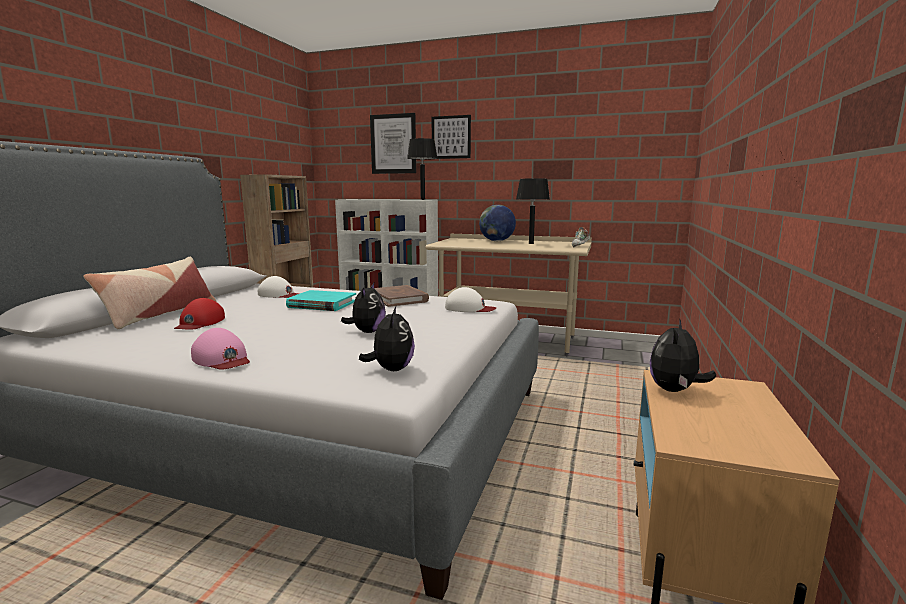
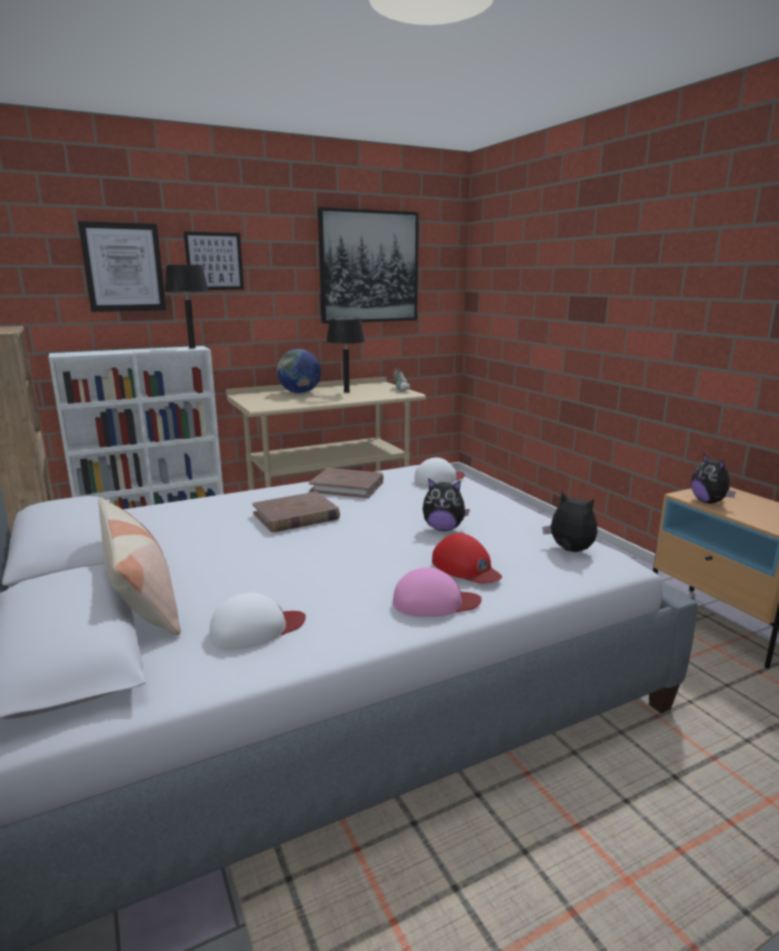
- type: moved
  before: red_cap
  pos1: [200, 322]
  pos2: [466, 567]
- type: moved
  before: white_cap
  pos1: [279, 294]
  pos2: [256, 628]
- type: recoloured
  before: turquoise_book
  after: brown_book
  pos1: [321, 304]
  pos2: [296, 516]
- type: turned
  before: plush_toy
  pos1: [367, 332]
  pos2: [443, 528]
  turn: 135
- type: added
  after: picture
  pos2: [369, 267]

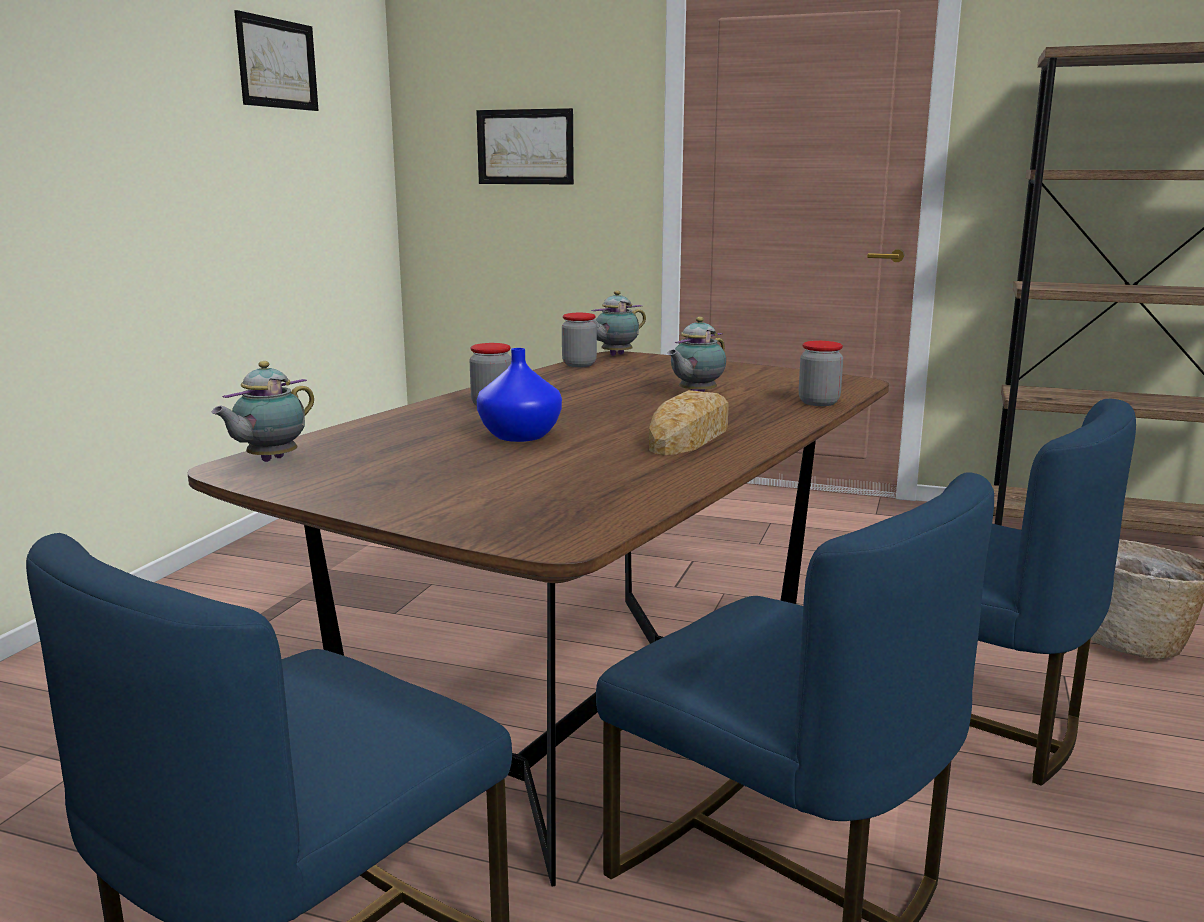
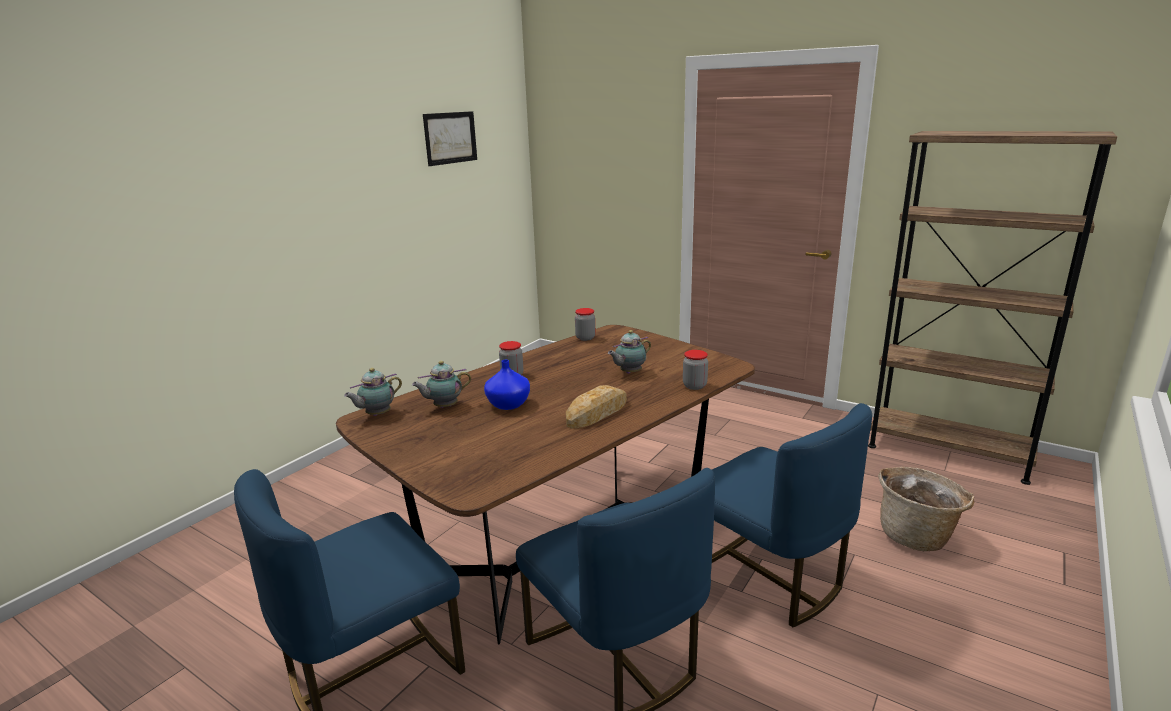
- type: removed
  before: picture
  pos1: [525, 147]
- type: moved
  before: teapot
  pos1: [614, 355]
  pos2: [444, 407]

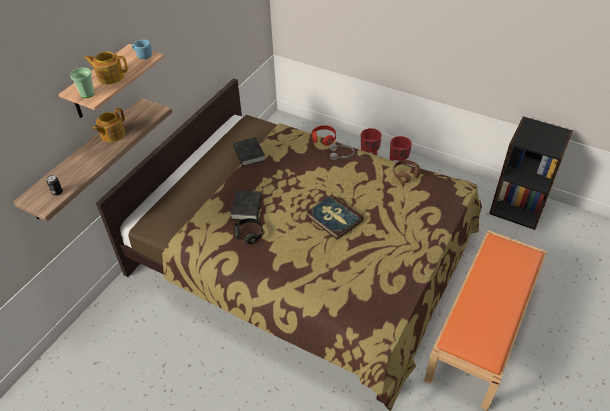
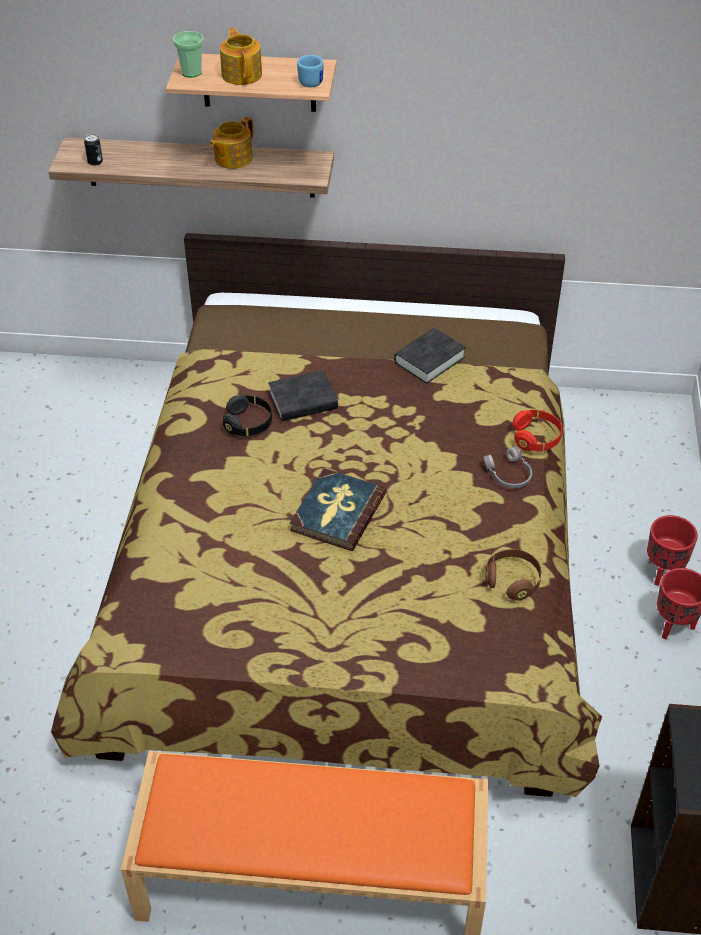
- type: turned
  before: teapot
  pos1: [112, 134]
  pos2: [232, 158]
  turn: -60

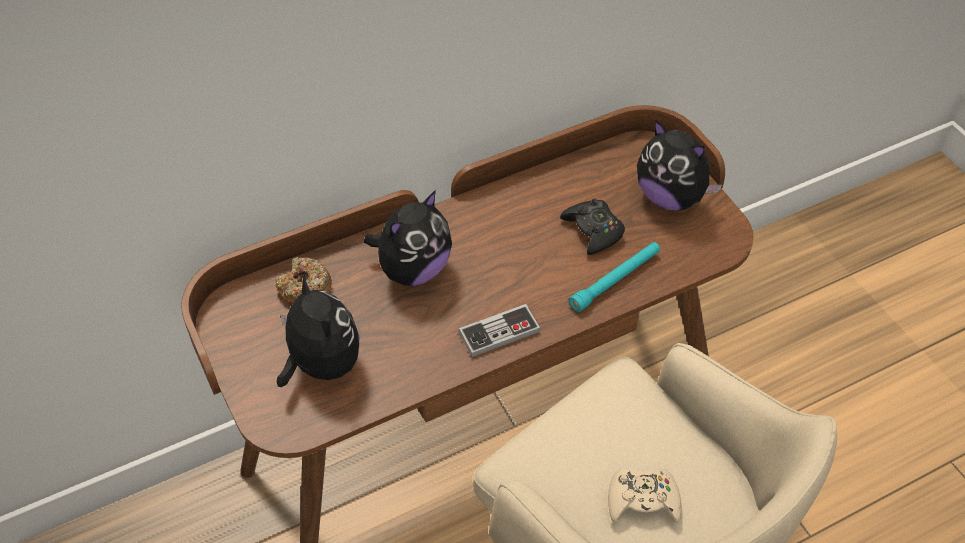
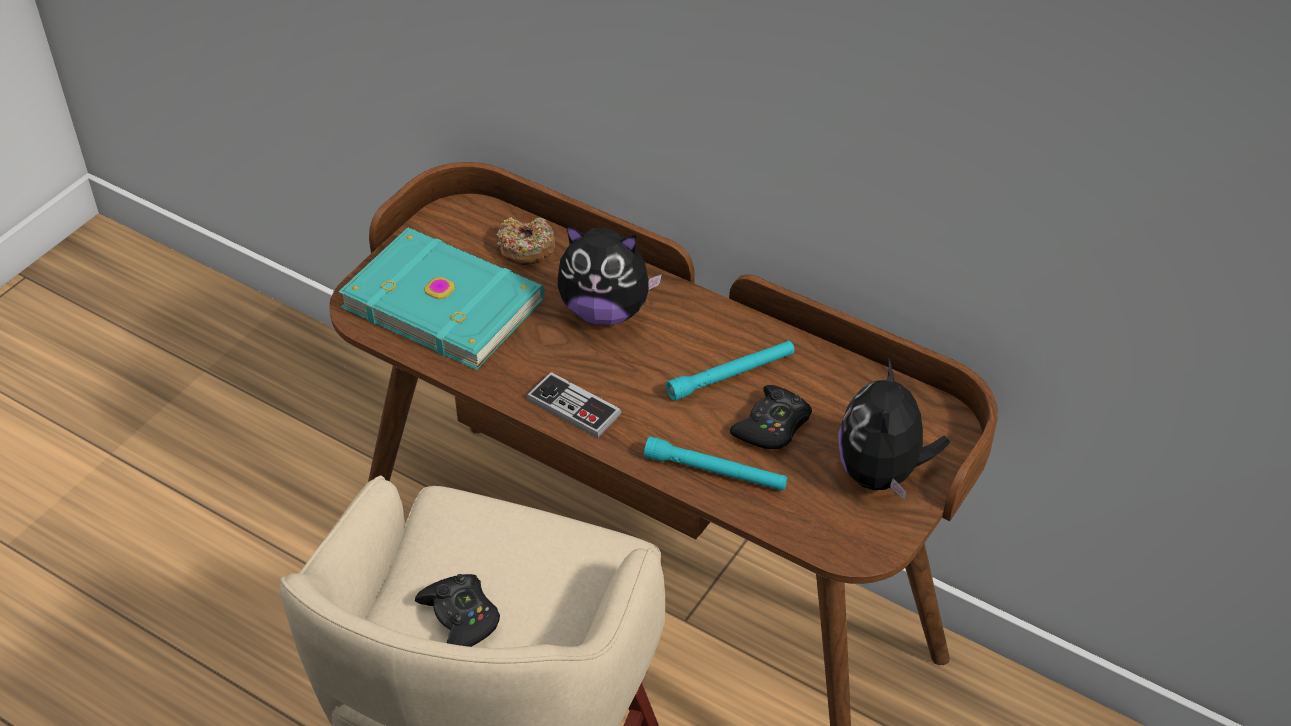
- type: replaced
  before: plush_toy
  after: turquoise_book
  pos1: [321, 365]
  pos2: [444, 301]
- type: recoloured
  before: beige_game_controller
  after: black_game_controller
  pos1: [642, 500]
  pos2: [460, 618]
- type: added
  after: turquoise_flashlight
  pos2: [731, 376]

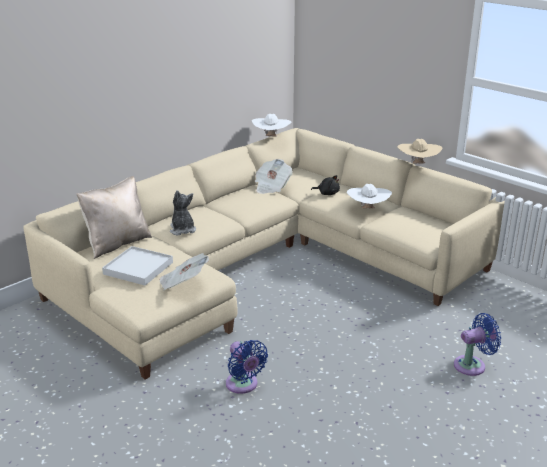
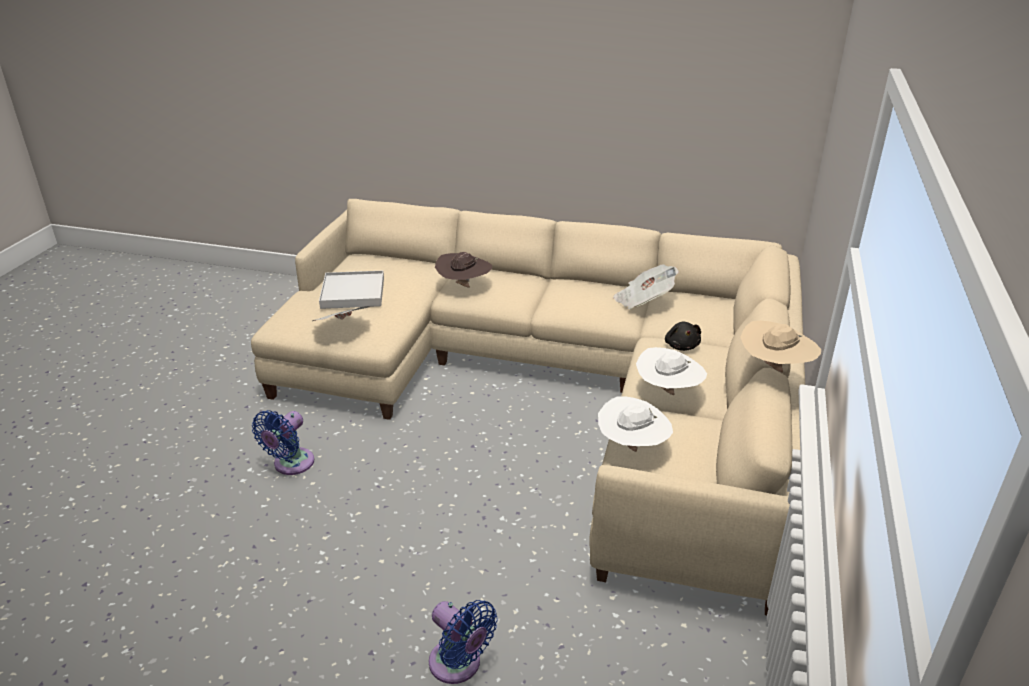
- type: removed
  before: beige_pillow
  pos1: [117, 243]
- type: replaced
  before: plush_toy
  after: brown_hat
  pos1: [182, 230]
  pos2: [464, 287]
- type: moved
  before: white_hat
  pos1: [271, 137]
  pos2: [632, 447]

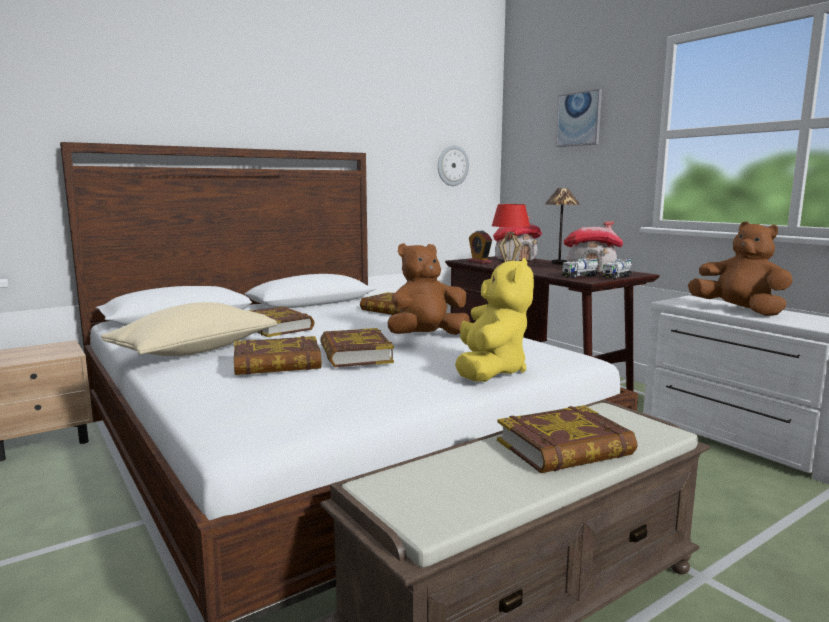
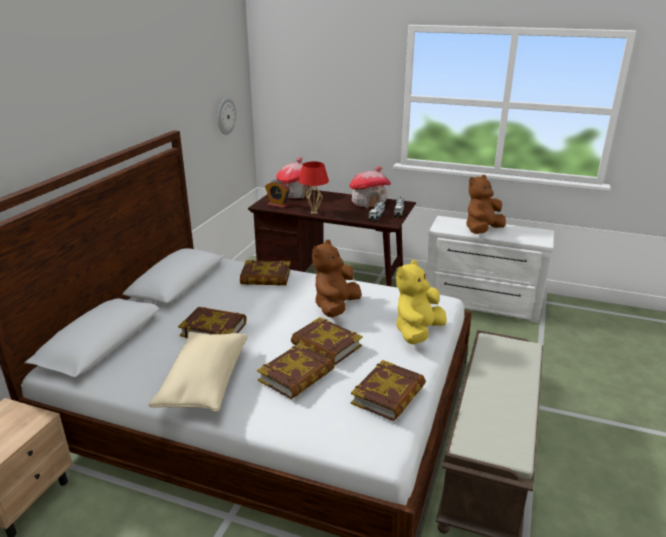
- type: turned
  before: yellow_plush_toy
  pos1: [490, 371]
  pos2: [417, 332]
  turn: -120
- type: moved
  before: book
  pos1: [565, 448]
  pos2: [389, 395]
- type: removed
  before: table_lamp
  pos1: [559, 263]
- type: removed
  before: picture
  pos1: [579, 119]
- type: turned
  before: brown_plush_toy
  pos1: [739, 311]
  pos2: [482, 231]
  turn: -60

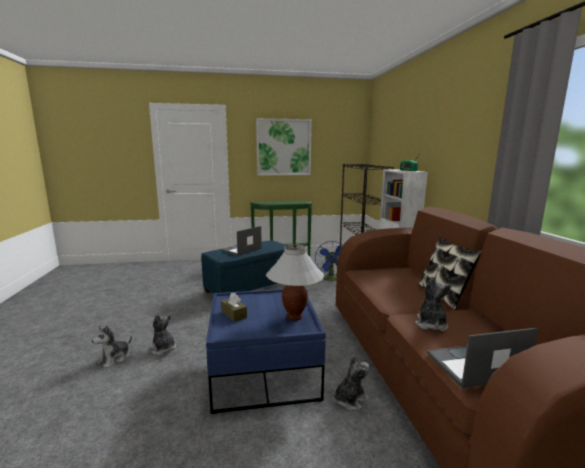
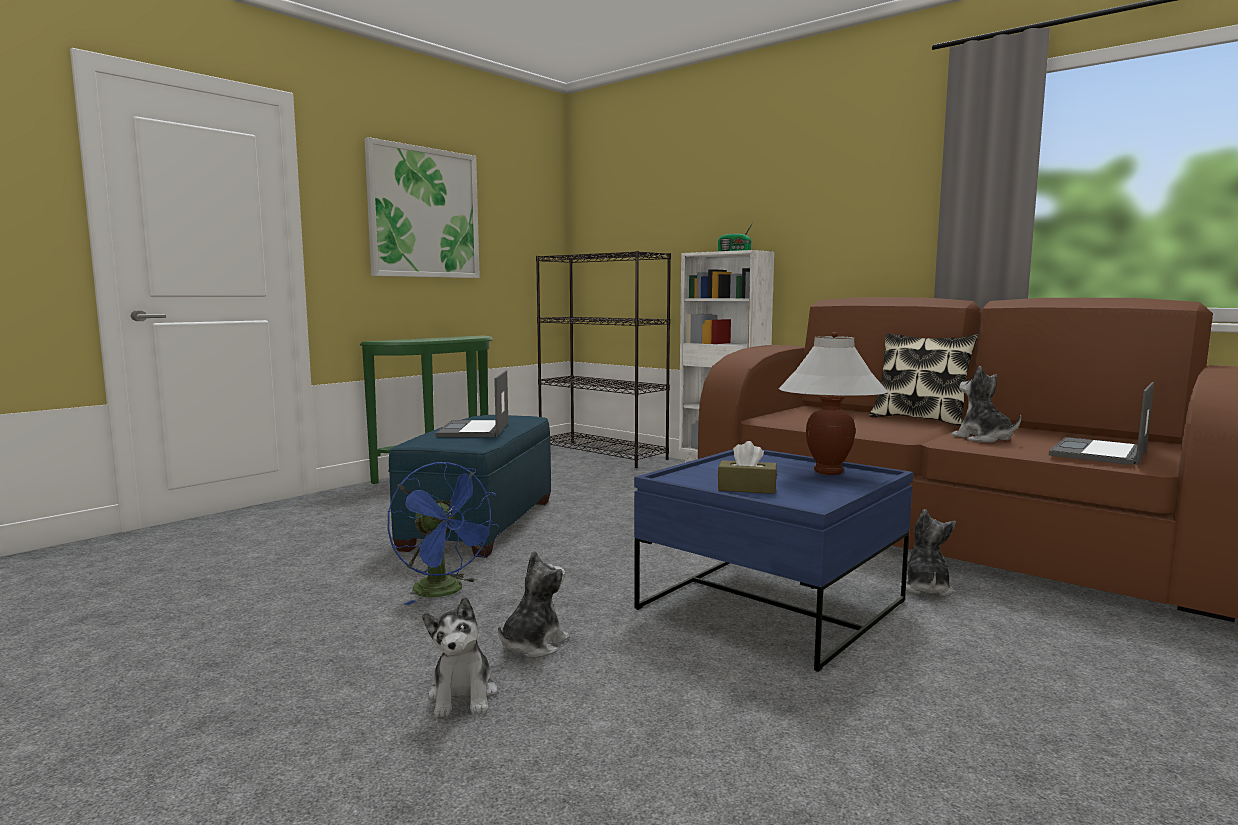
- type: turned
  before: plush_toy
  pos1: [163, 348]
  pos2: [533, 645]
  turn: 120
- type: moved
  before: blue_fan
  pos1: [331, 280]
  pos2: [445, 592]

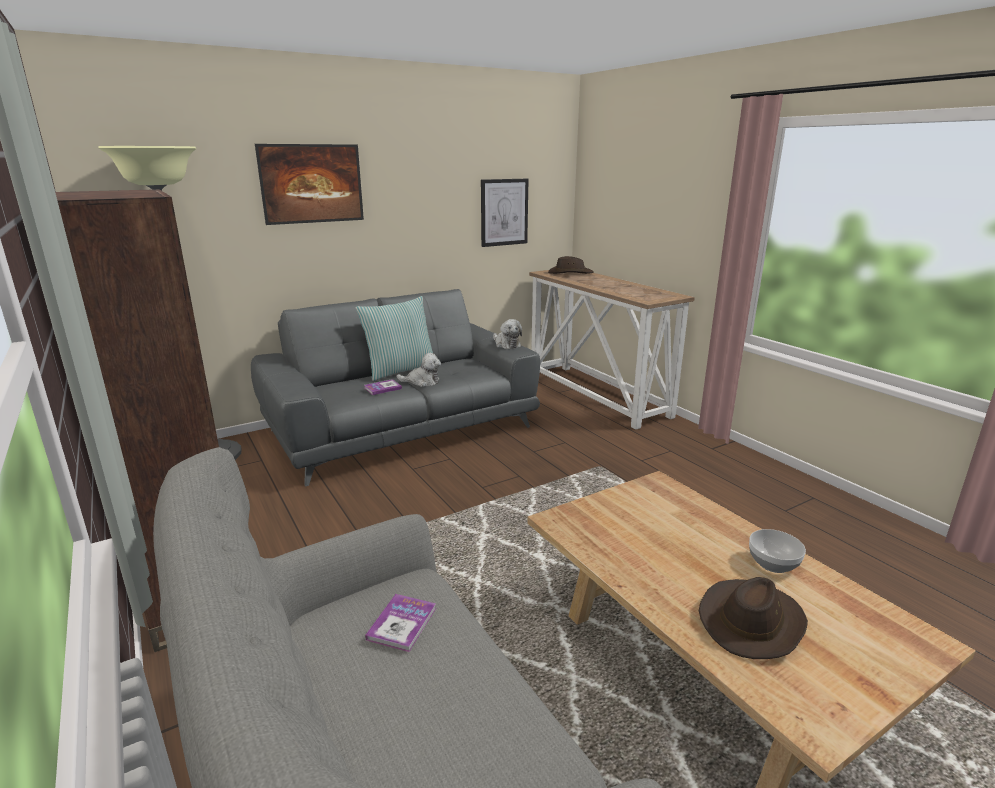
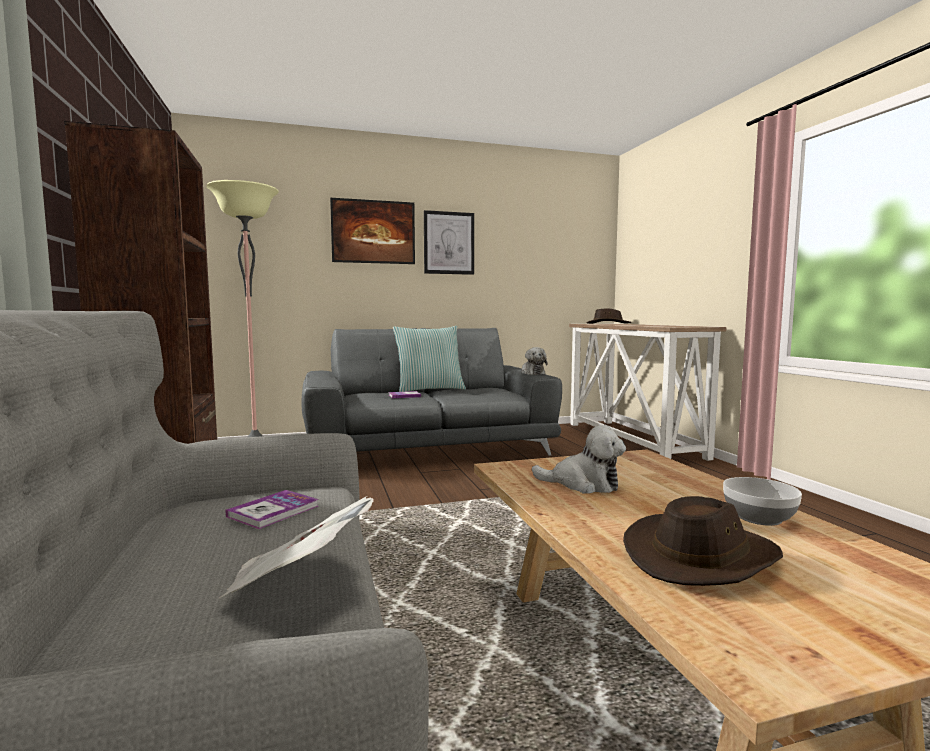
- type: moved
  before: plush_toy
  pos1: [422, 381]
  pos2: [583, 484]
- type: moved
  before: picture
  pos1: [504, 212]
  pos2: [449, 243]
- type: added
  after: newspaper
  pos2: [298, 582]

